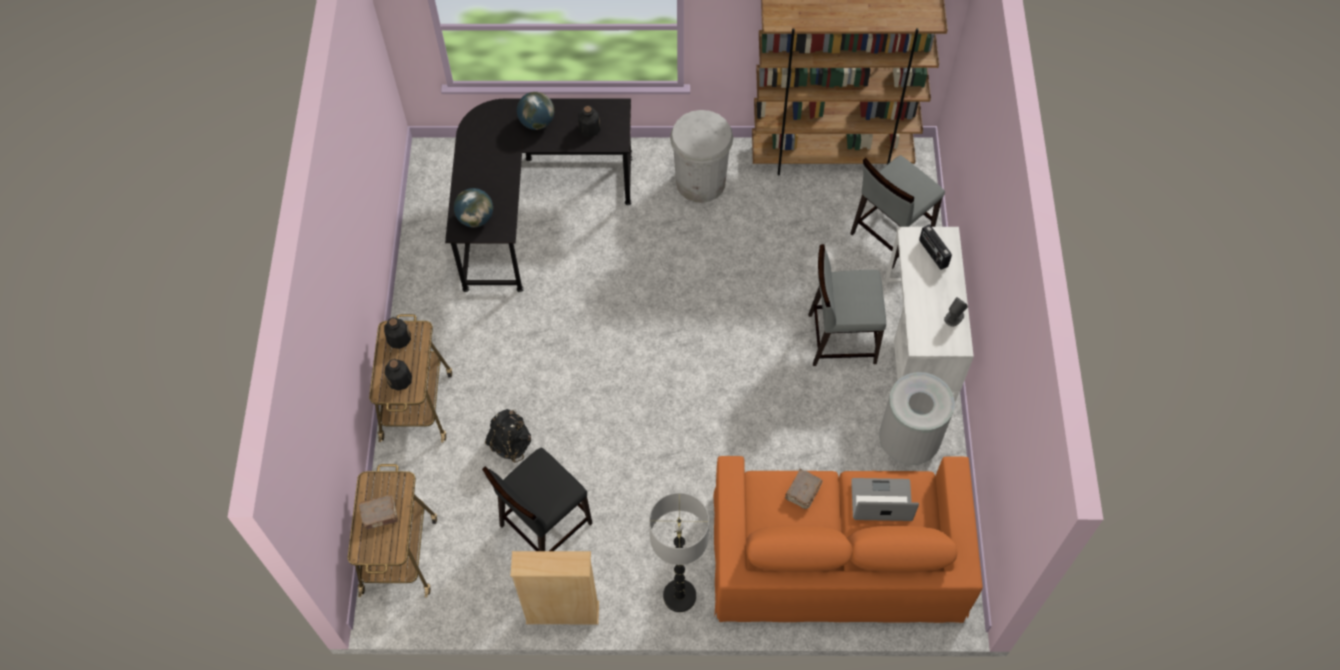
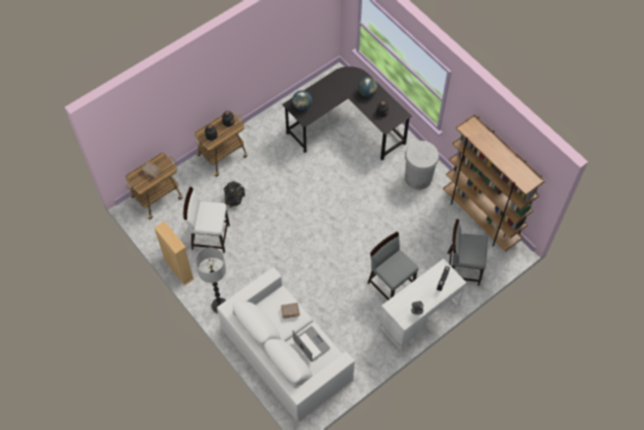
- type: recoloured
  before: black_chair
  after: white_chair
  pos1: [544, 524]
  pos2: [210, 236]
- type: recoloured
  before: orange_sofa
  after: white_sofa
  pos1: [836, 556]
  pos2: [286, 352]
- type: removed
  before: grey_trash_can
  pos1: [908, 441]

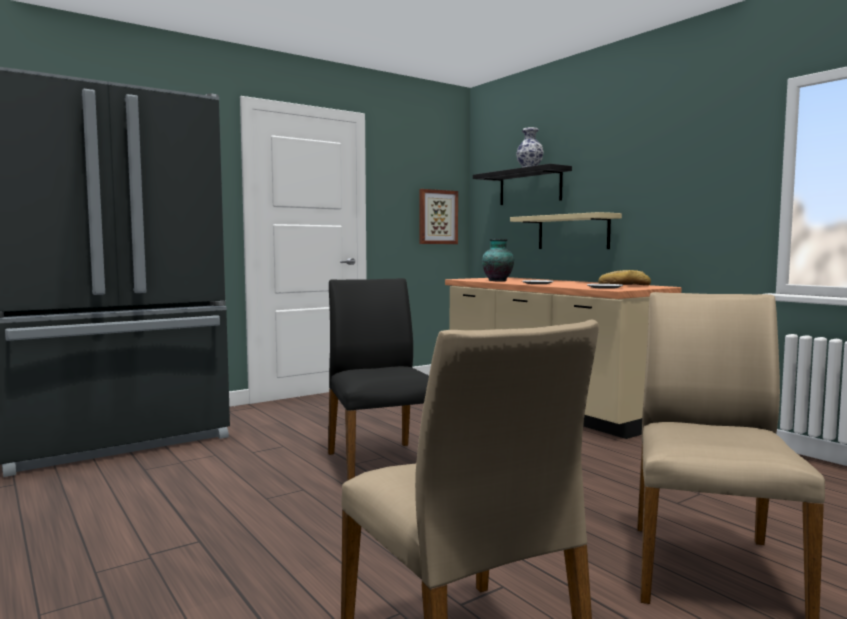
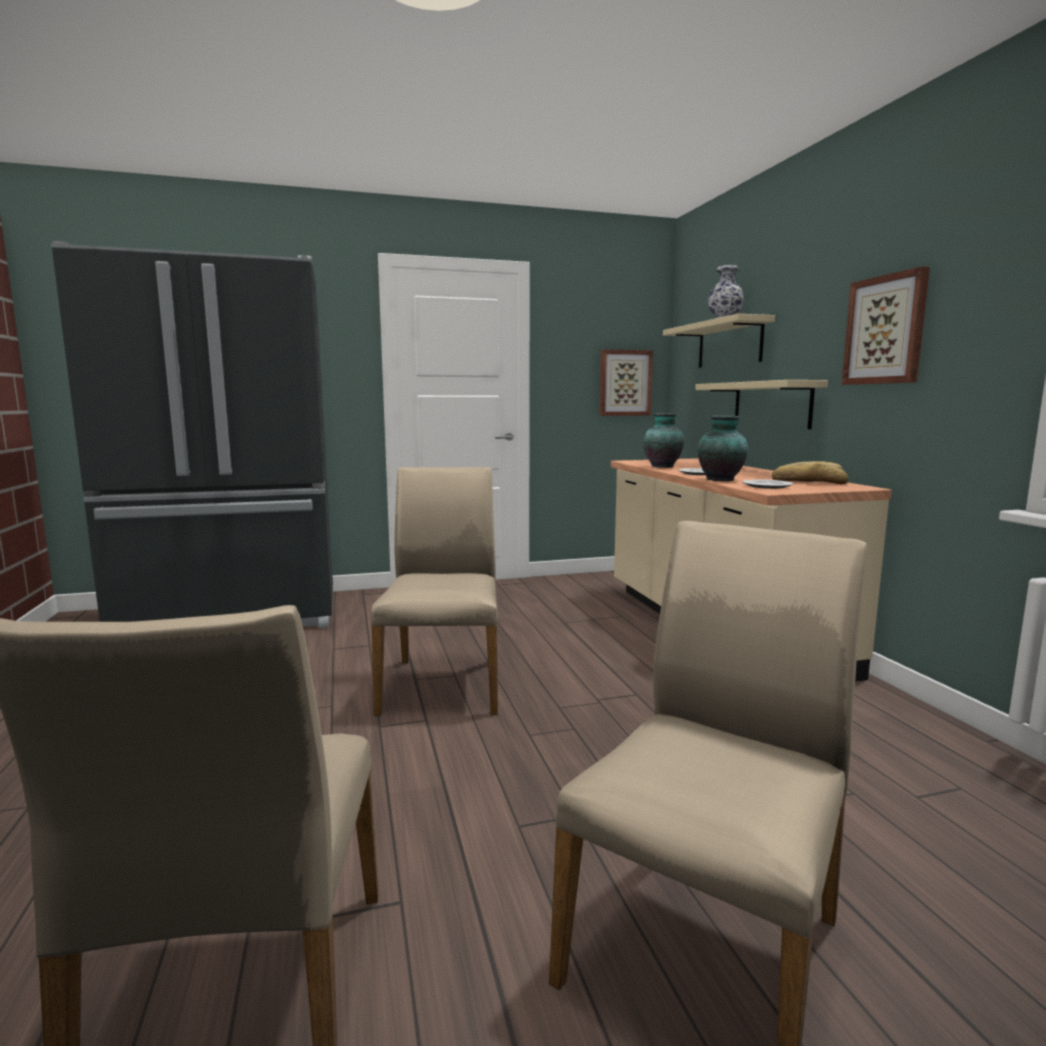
- type: recoloured
  before: black_chair
  after: beige_chair
  pos1: [382, 464]
  pos2: [443, 684]
- type: recoloured
  before: black_shelf
  after: beige_shelf
  pos1: [530, 187]
  pos2: [729, 344]
- type: added
  after: vase
  pos2: [721, 480]
- type: added
  after: picture
  pos2: [885, 330]

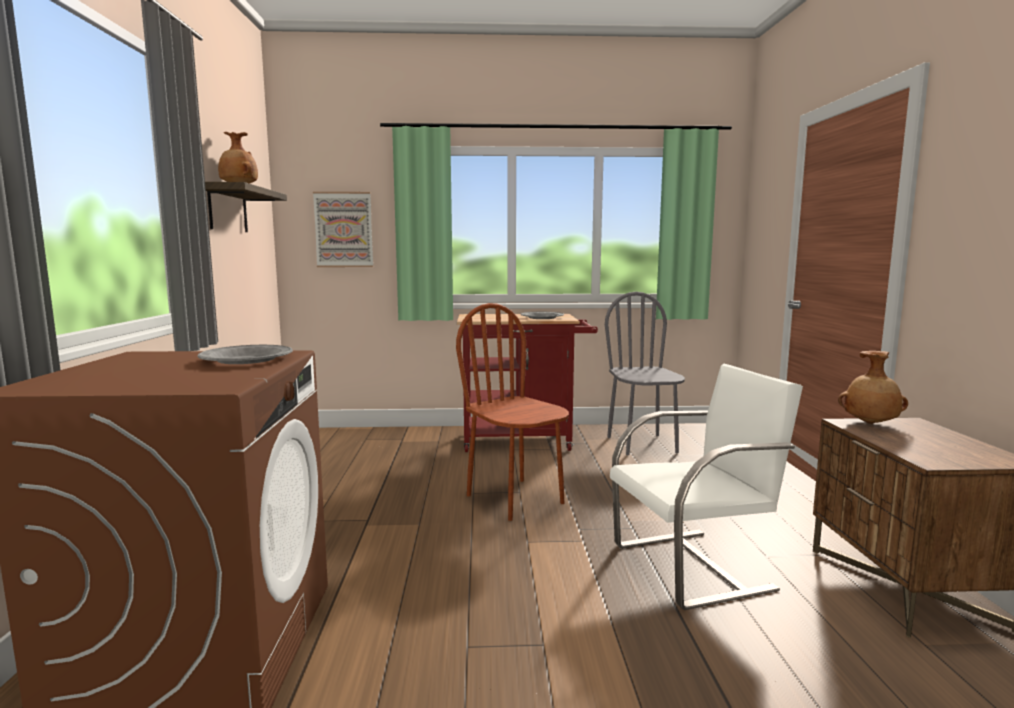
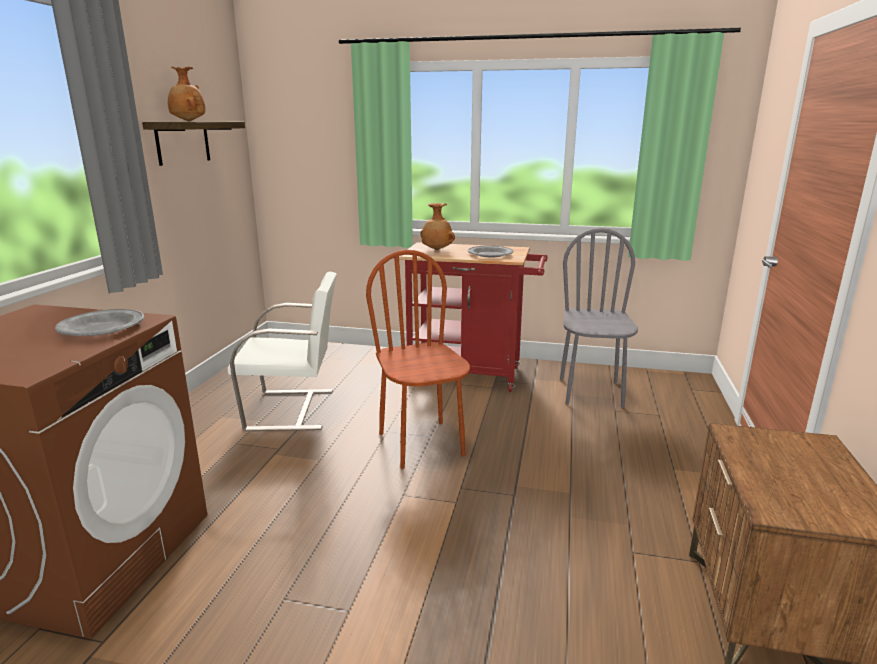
- type: removed
  before: picture
  pos1: [344, 230]
- type: moved
  before: white_chair
  pos1: [694, 566]
  pos2: [293, 410]
- type: moved
  before: brown_vase
  pos1: [870, 423]
  pos2: [436, 250]

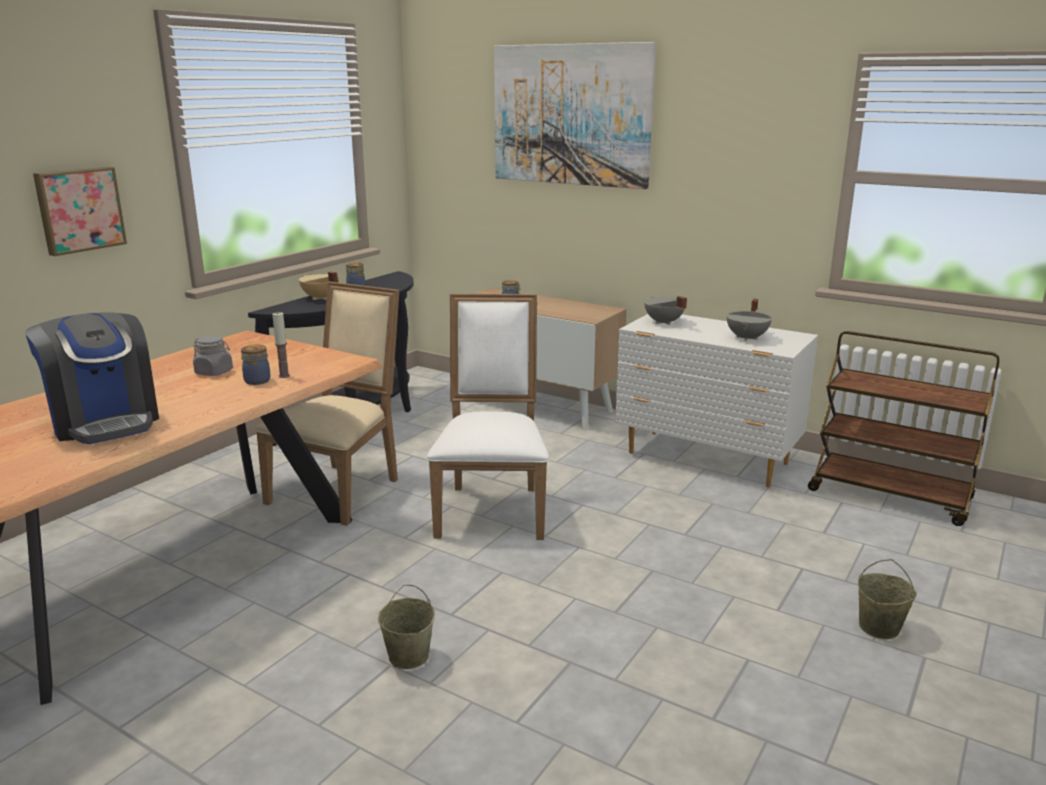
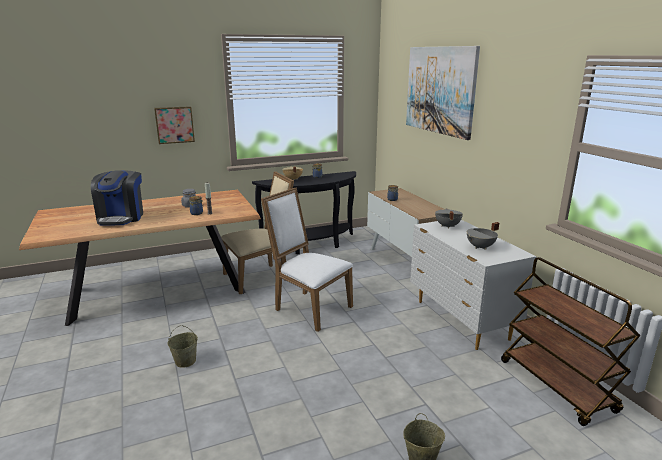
- type: turned
  before: white_chair
  pos1: [492, 508]
  pos2: [309, 308]
  turn: -90

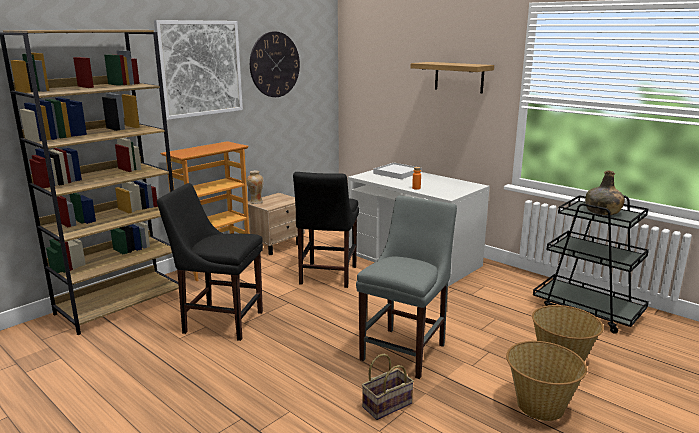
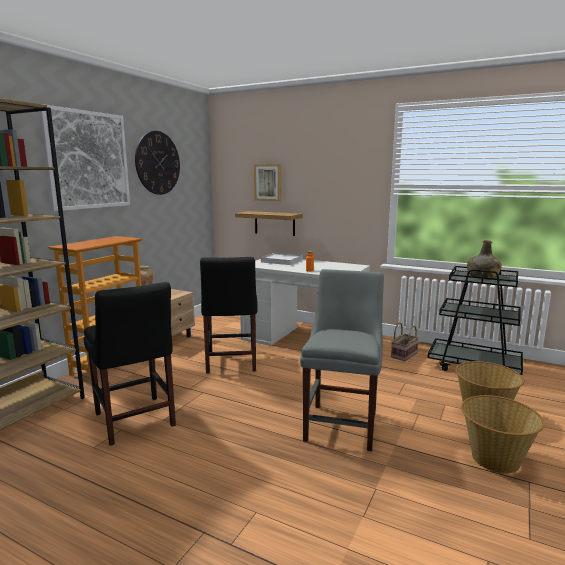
- type: turned
  before: black_chair
  pos1: [220, 321]
  pos2: [135, 421]
  turn: -120
- type: moved
  before: basket
  pos1: [387, 404]
  pos2: [403, 354]
- type: moved
  before: shelf
  pos1: [459, 77]
  pos2: [274, 223]
- type: added
  after: picture
  pos2: [268, 182]

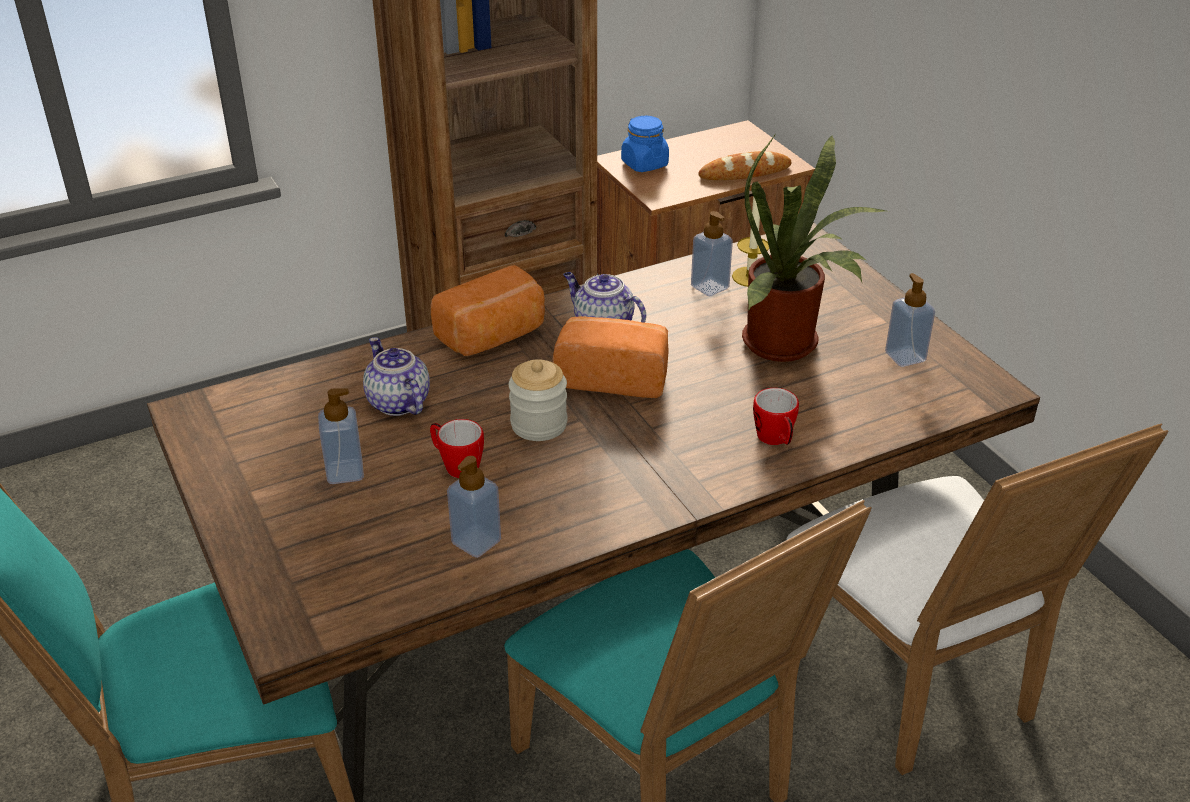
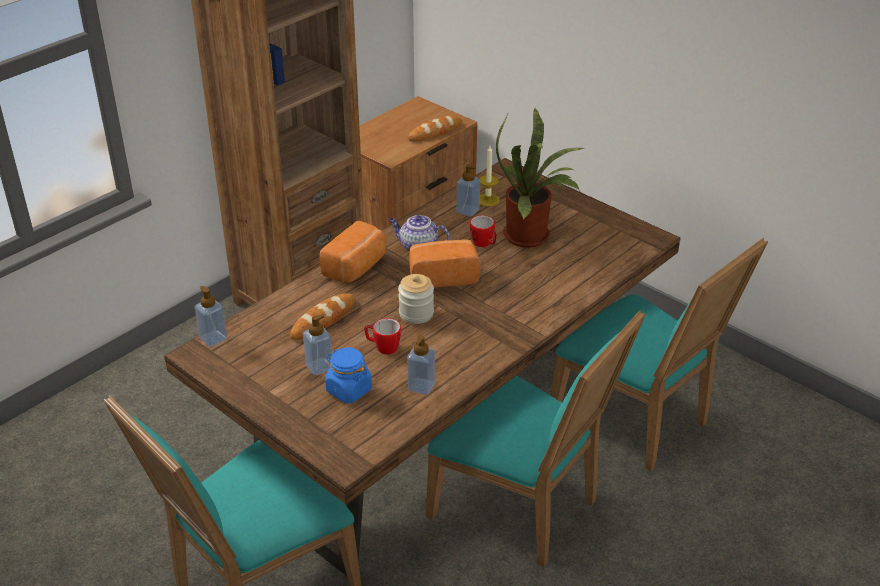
- type: replaced
  before: teapot
  after: bread
  pos1: [396, 403]
  pos2: [323, 320]
- type: moved
  before: blue_jar
  pos1: [644, 164]
  pos2: [348, 390]
- type: moved
  before: mug
  pos1: [776, 440]
  pos2: [484, 244]
- type: recoloured
  before: white_chair
  after: turquoise_chair
  pos1: [916, 685]
  pos2: [637, 421]
- type: moved
  before: soap_dispenser
  pos1: [905, 356]
  pos2: [213, 338]

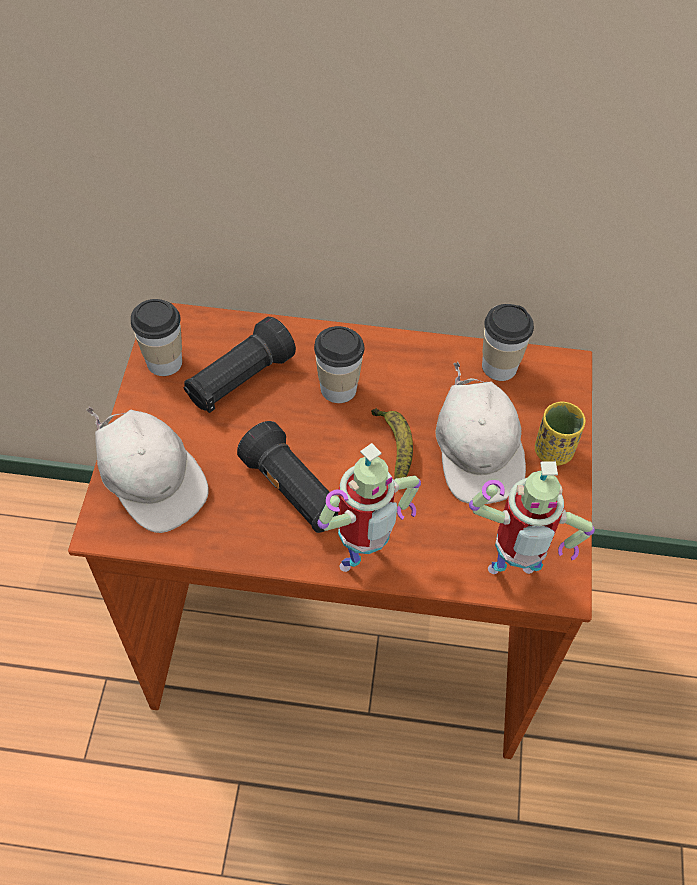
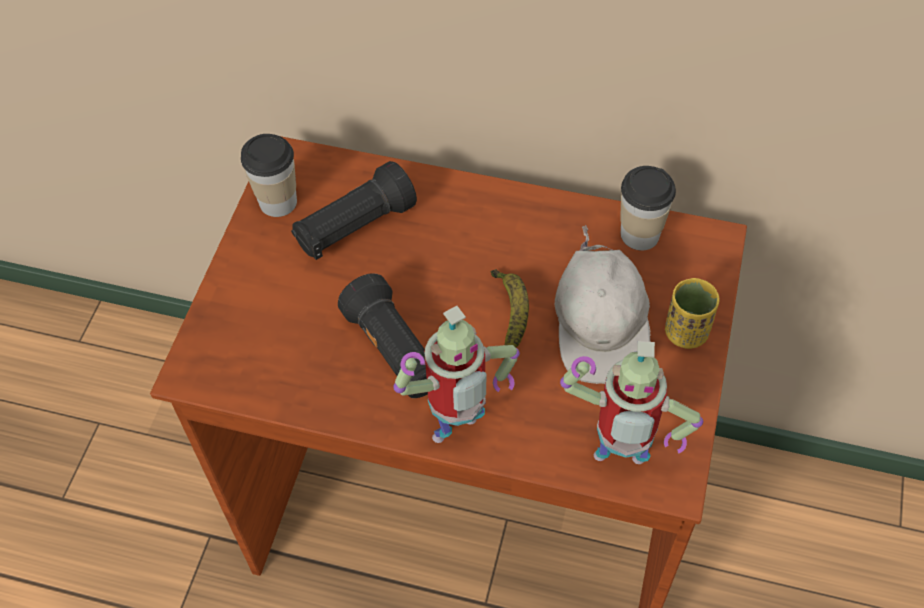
- type: removed
  before: white_cap
  pos1: [152, 482]
- type: removed
  before: cup
  pos1: [338, 388]

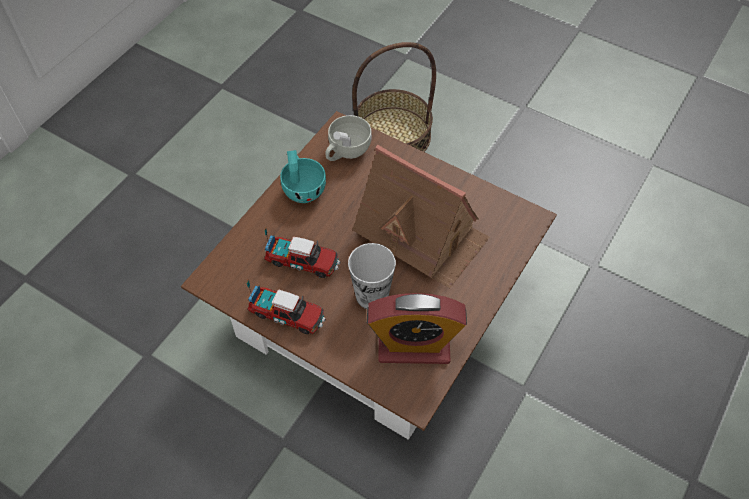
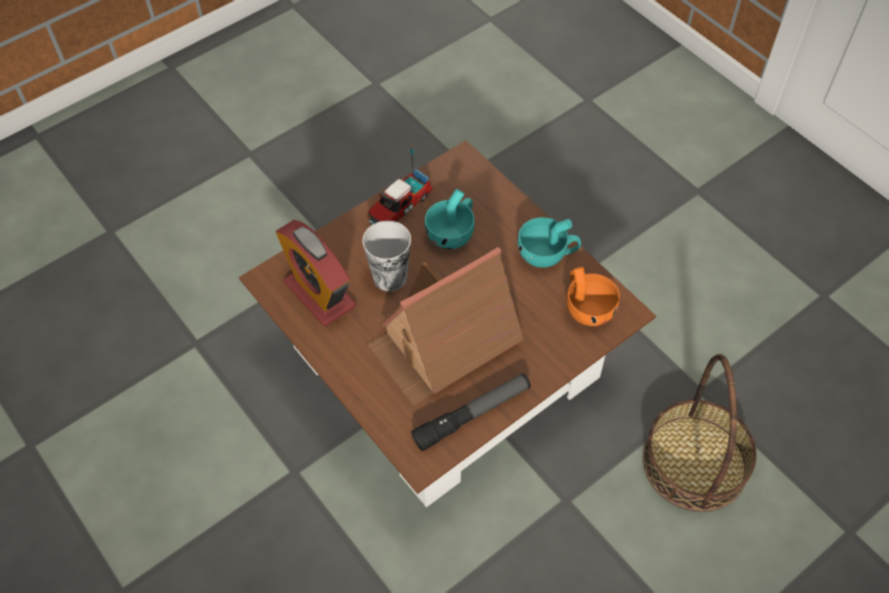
- type: replaced
  before: toy_truck
  after: turquoise_cup
  pos1: [303, 261]
  pos2: [453, 233]
- type: recoloured
  before: white_cup
  after: orange_cup
  pos1: [346, 151]
  pos2: [586, 307]
- type: turned
  before: alarm_clock
  pos1: [414, 346]
  pos2: [320, 294]
  turn: -60
- type: added
  after: flashlight
  pos2: [472, 415]

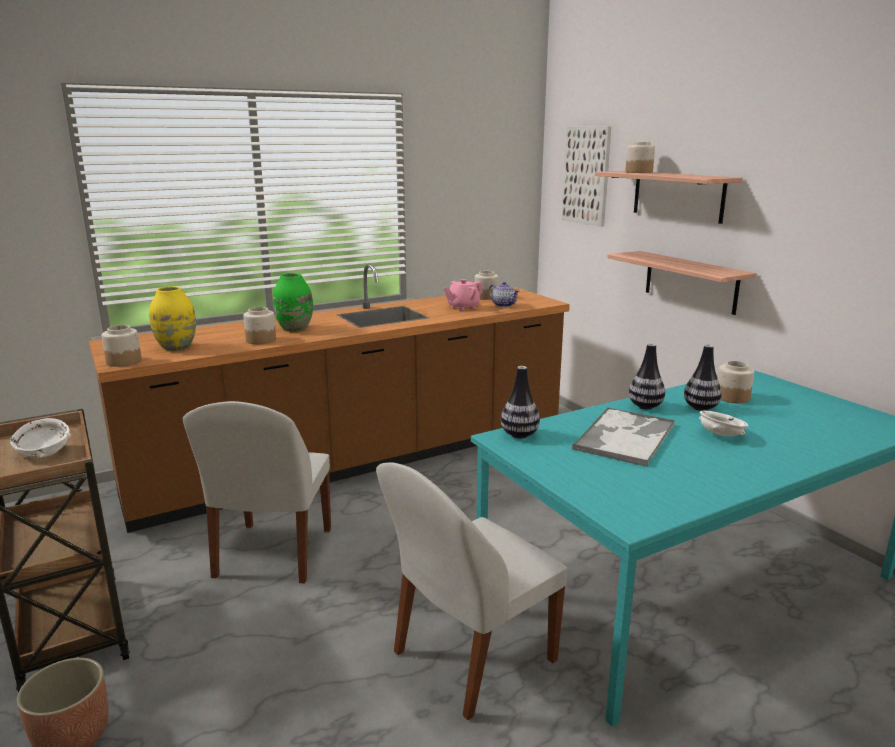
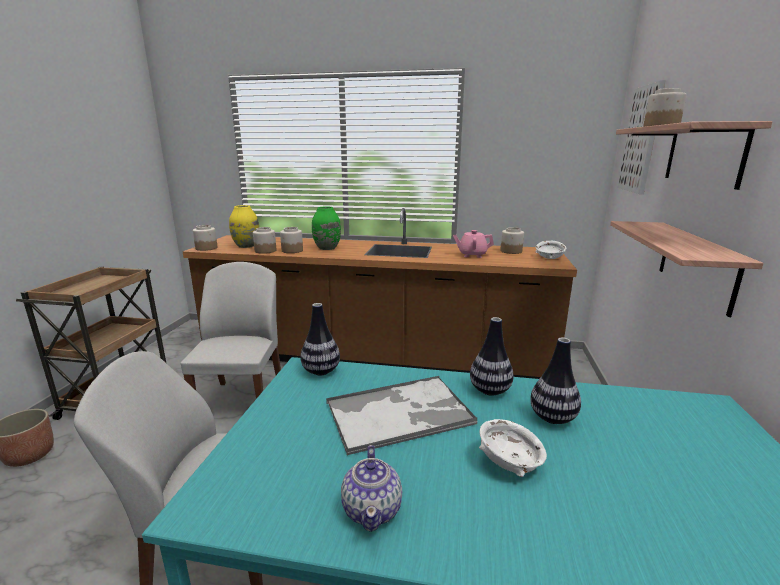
- type: moved
  before: white_bowl
  pos1: [44, 452]
  pos2: [549, 257]
- type: turned
  before: white_chair
  pos1: [272, 555]
  pos2: [242, 400]
  turn: 135
- type: moved
  before: teapot
  pos1: [503, 305]
  pos2: [372, 509]
- type: moved
  before: jar
  pos1: [732, 397]
  pos2: [265, 251]

